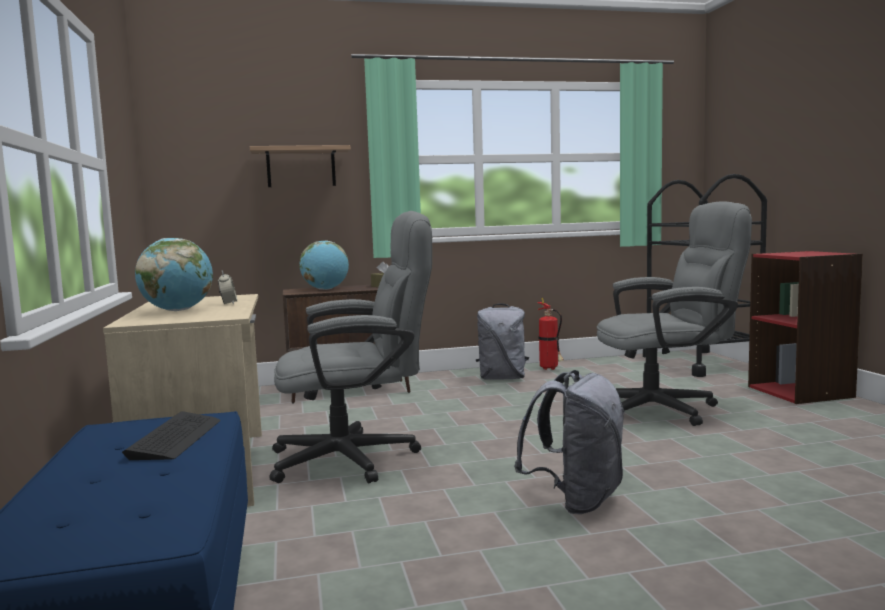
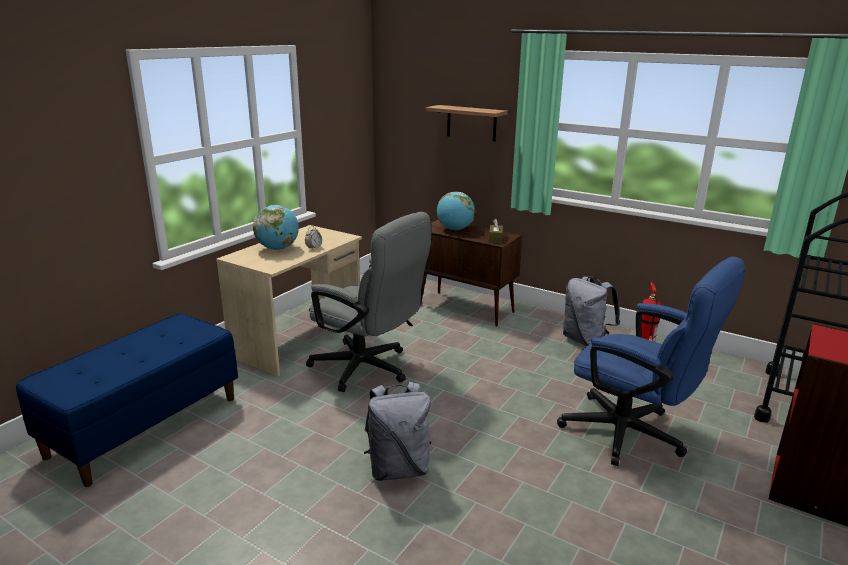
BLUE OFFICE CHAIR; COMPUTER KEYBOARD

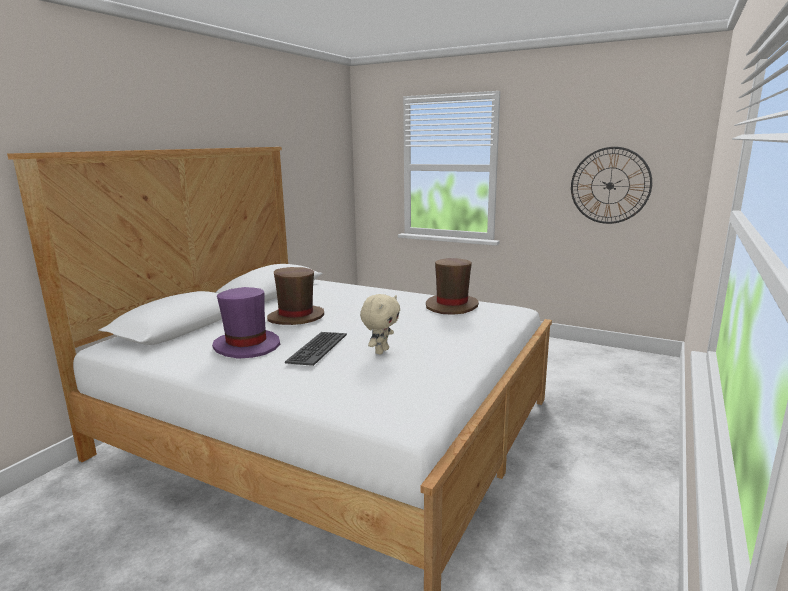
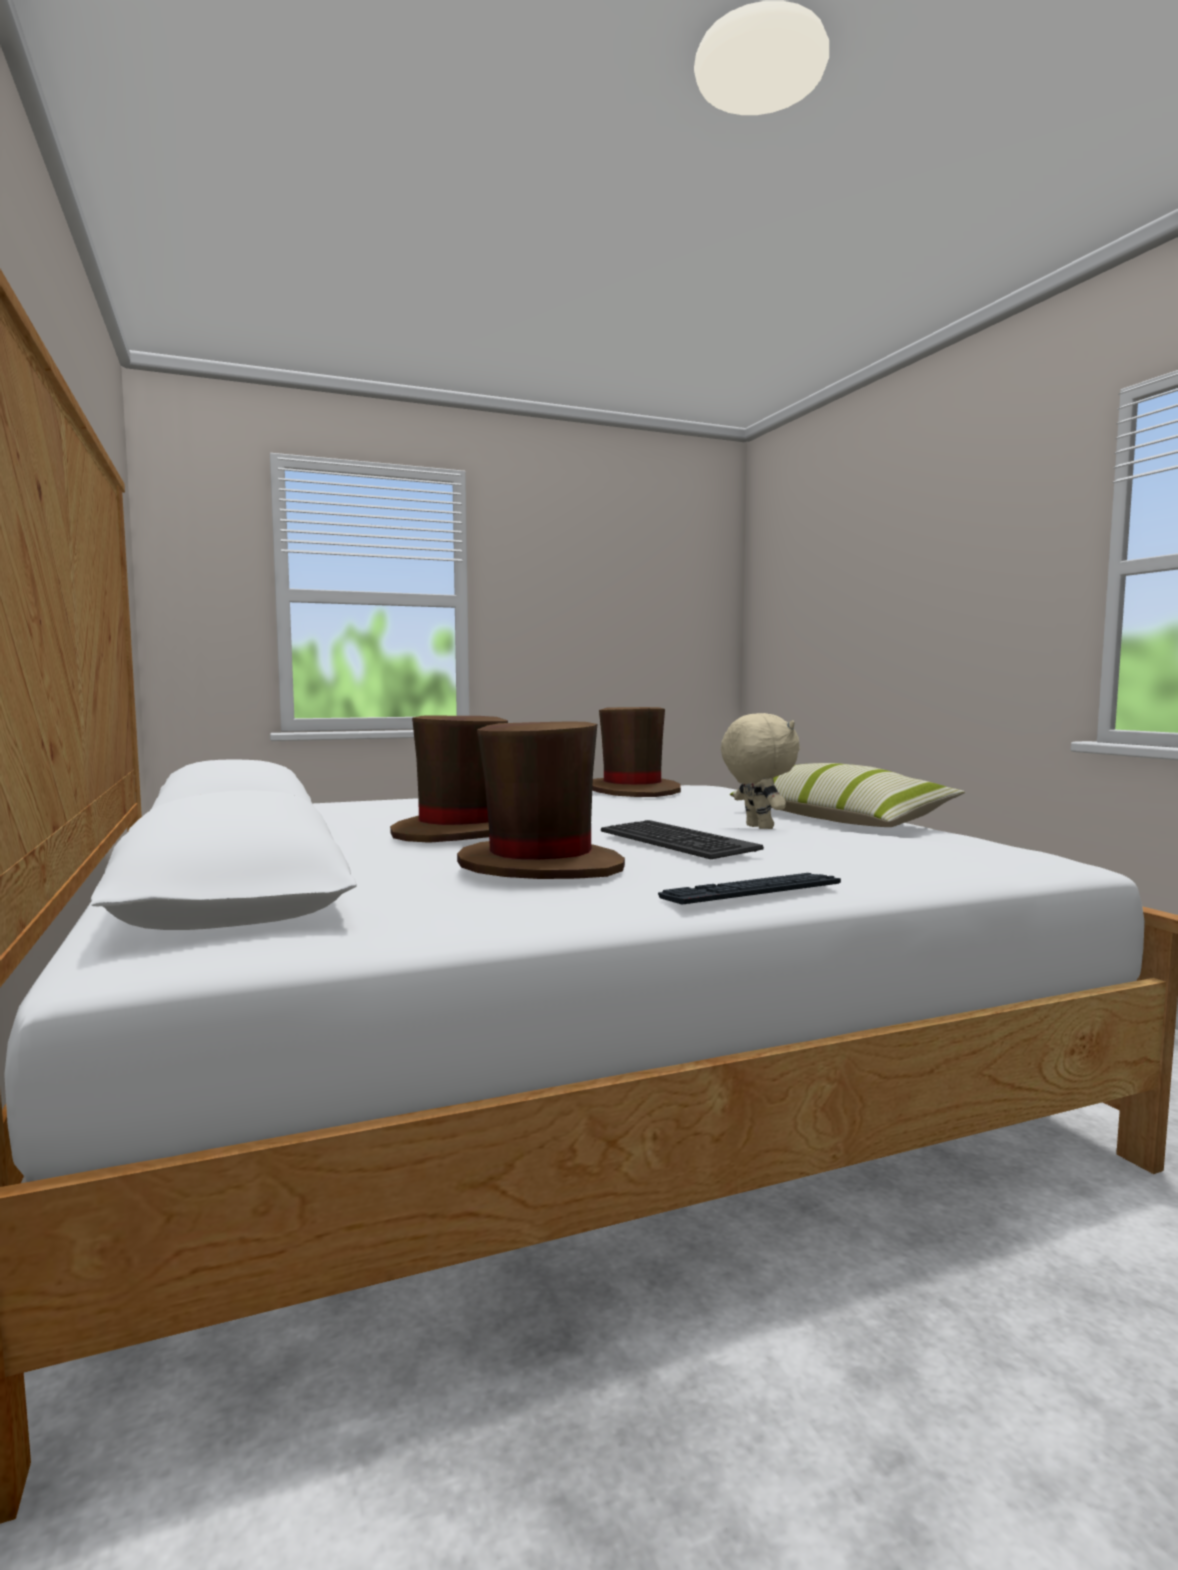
HANGING CLOCK; BROWN-COLOURED HAT (2nd from left); CUSHION; COMPUTER KEYBOARD (2nd from left)

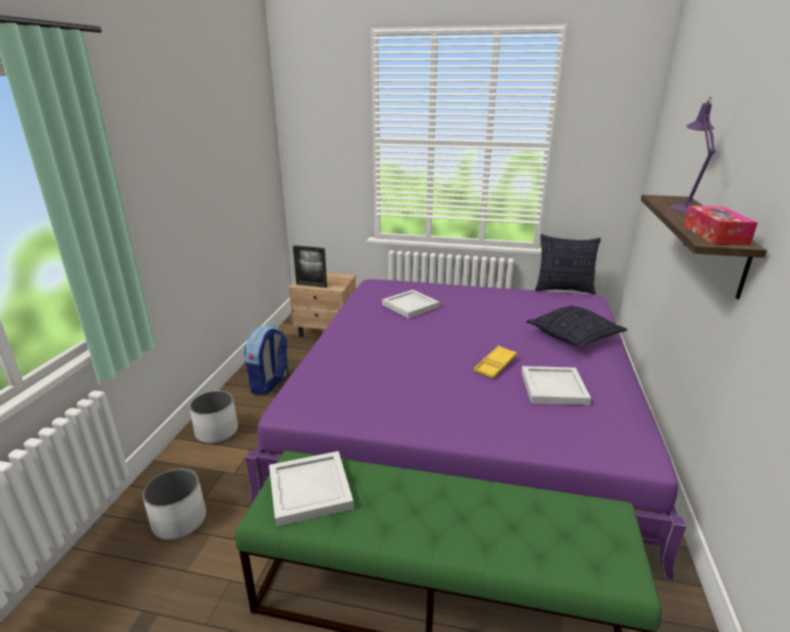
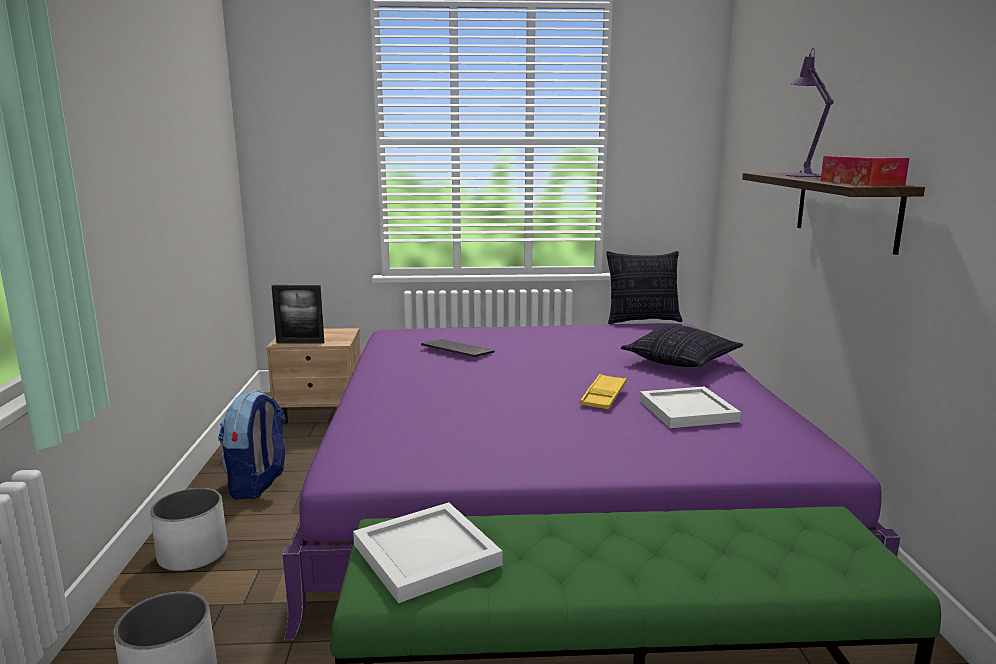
COMPUTER KEYBOARD

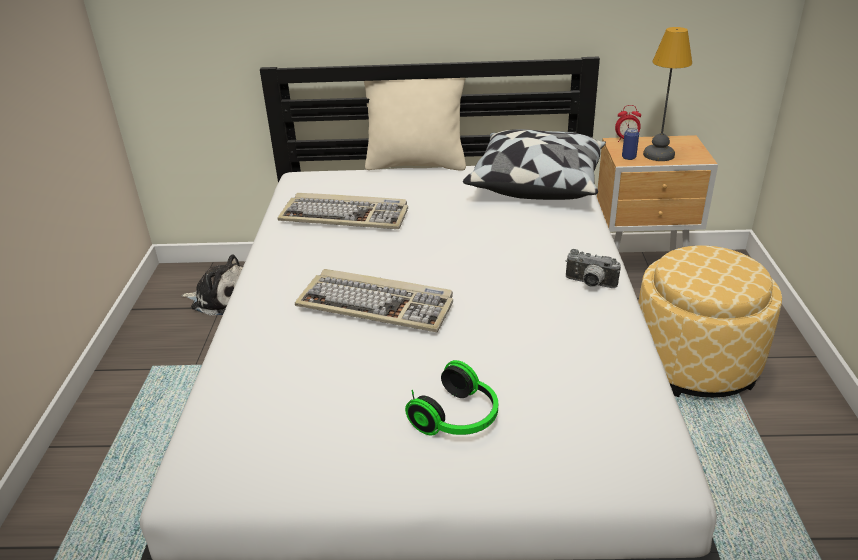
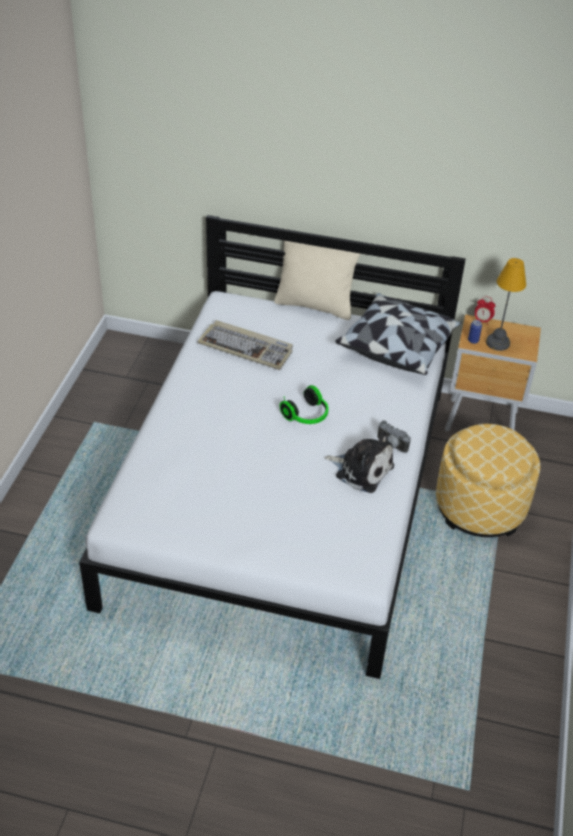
CUDDLY TOY; COMPUTER KEYBOARD (2nd from left in the first image); HEADPHONES

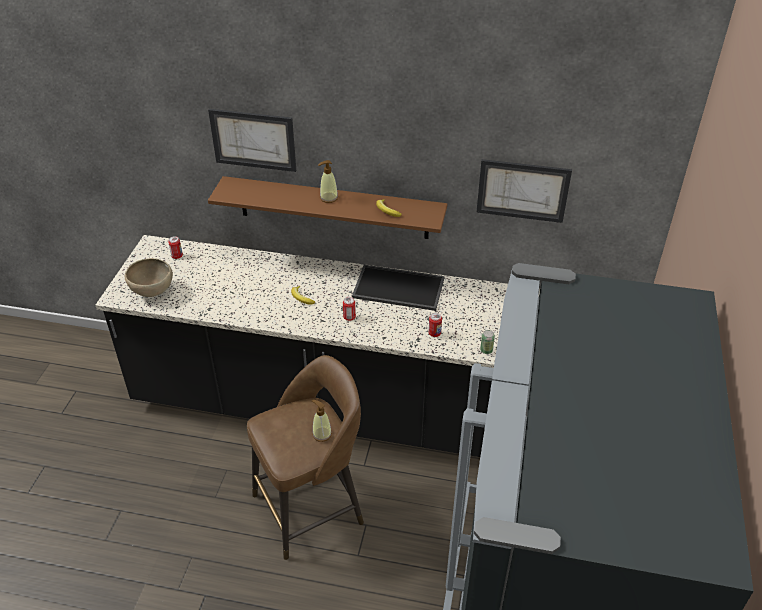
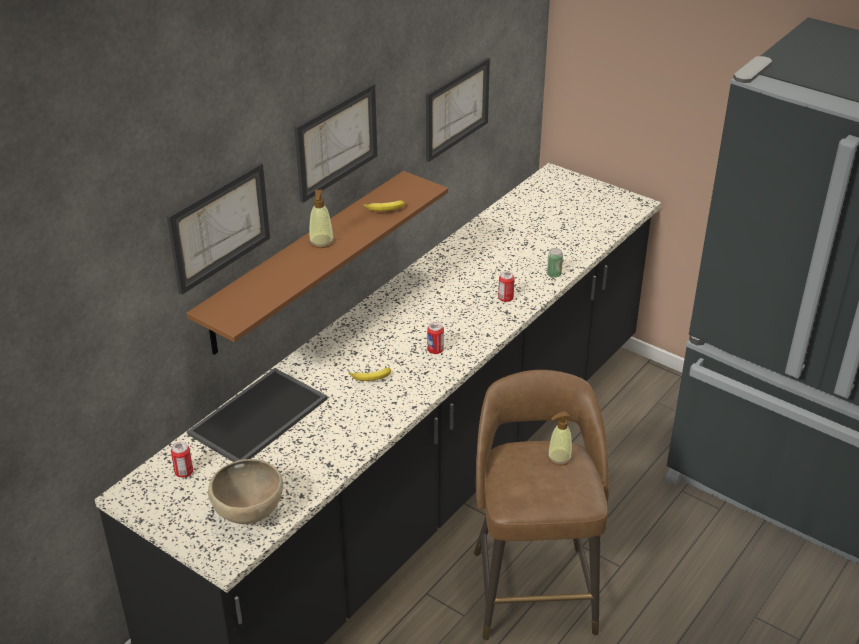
TRAY; WALL ART (2nd from left)

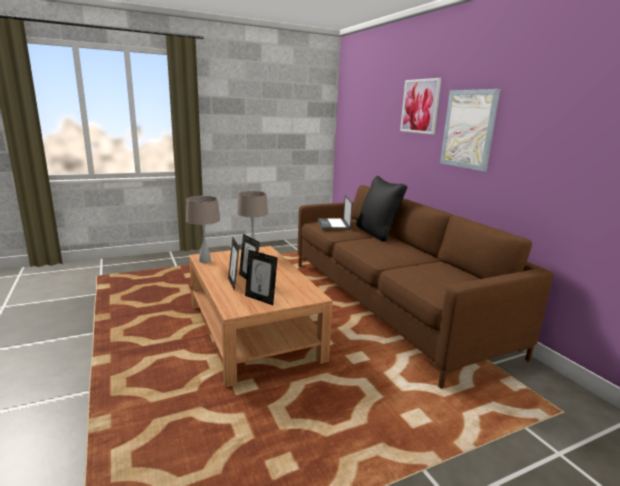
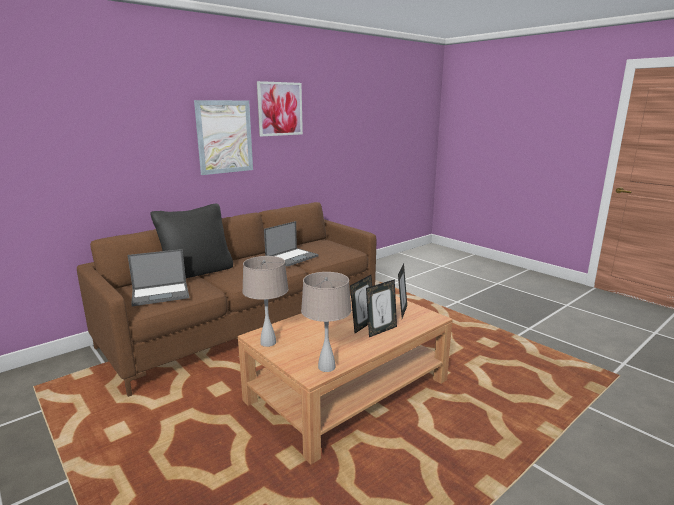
WALL ART (2nd from left); PORTABLE COMPUTER (2nd from left)

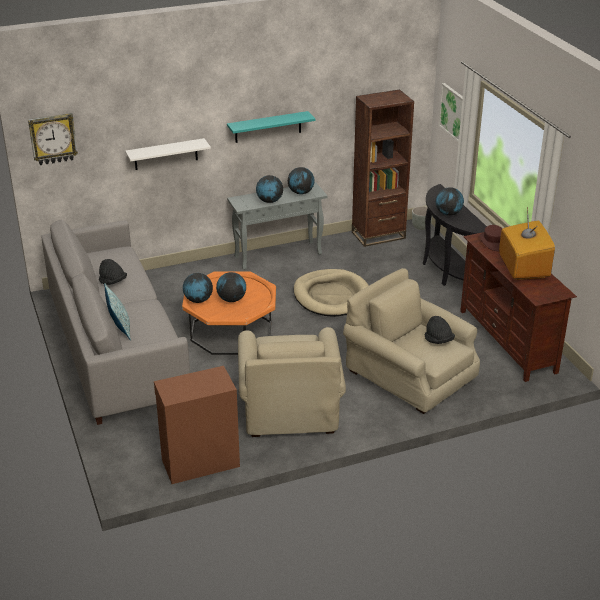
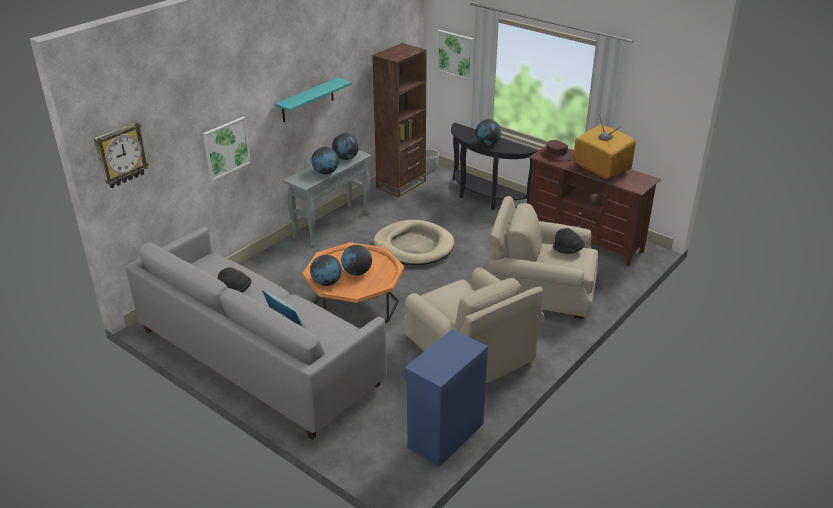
WALL ART (1st from left); BLUE CUPBOARD

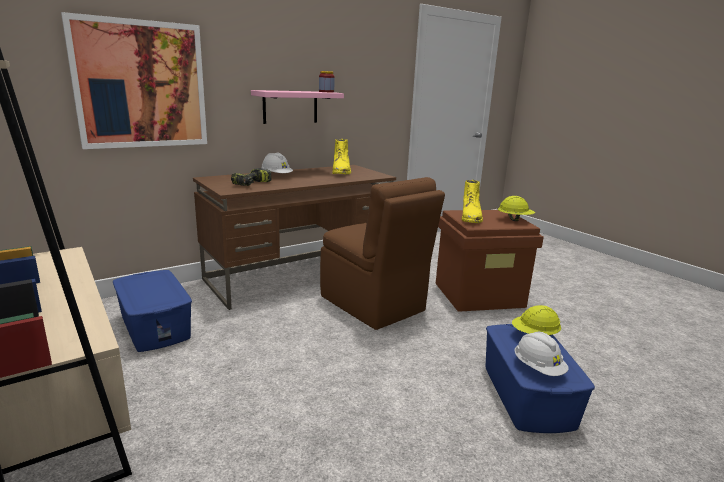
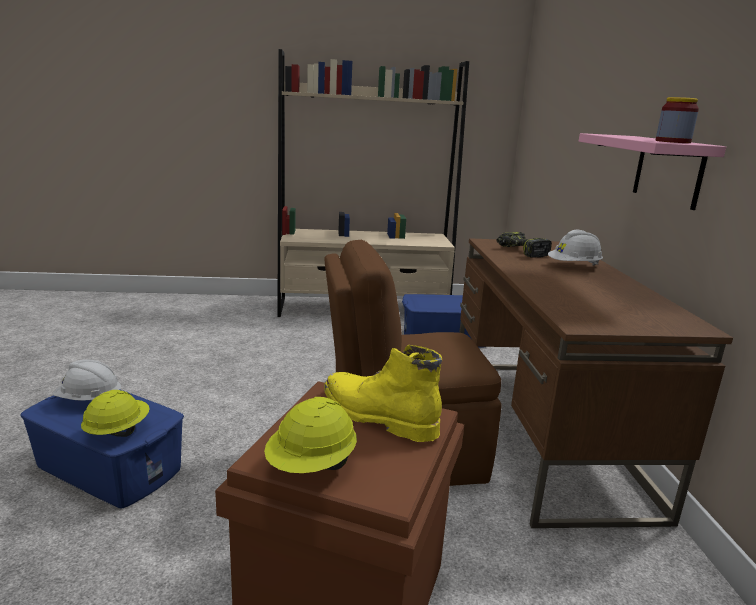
WALL ART; YELLOW-COLOURED BOOT (1st from left in the first image)

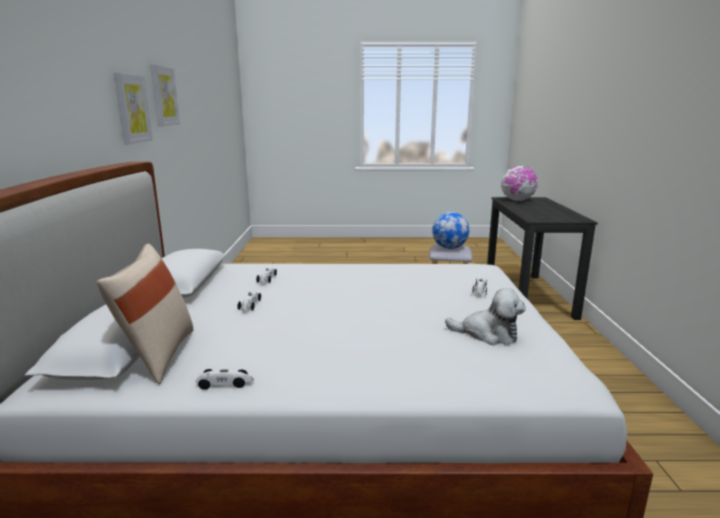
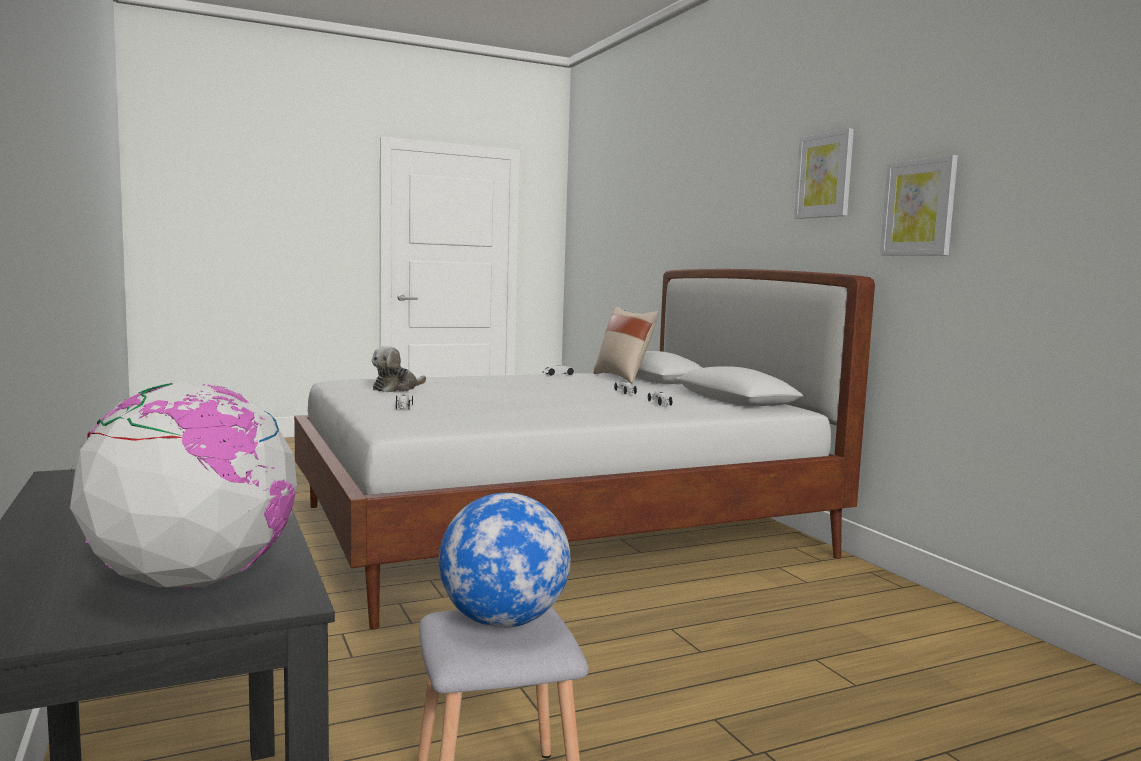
WALL ART (1st from left); CUDDLY TOY

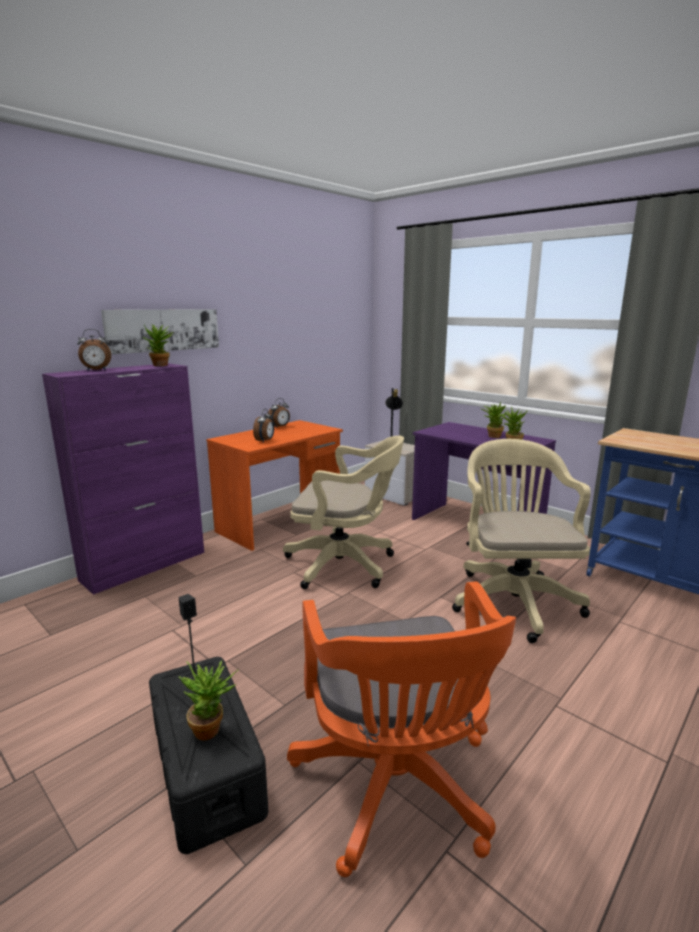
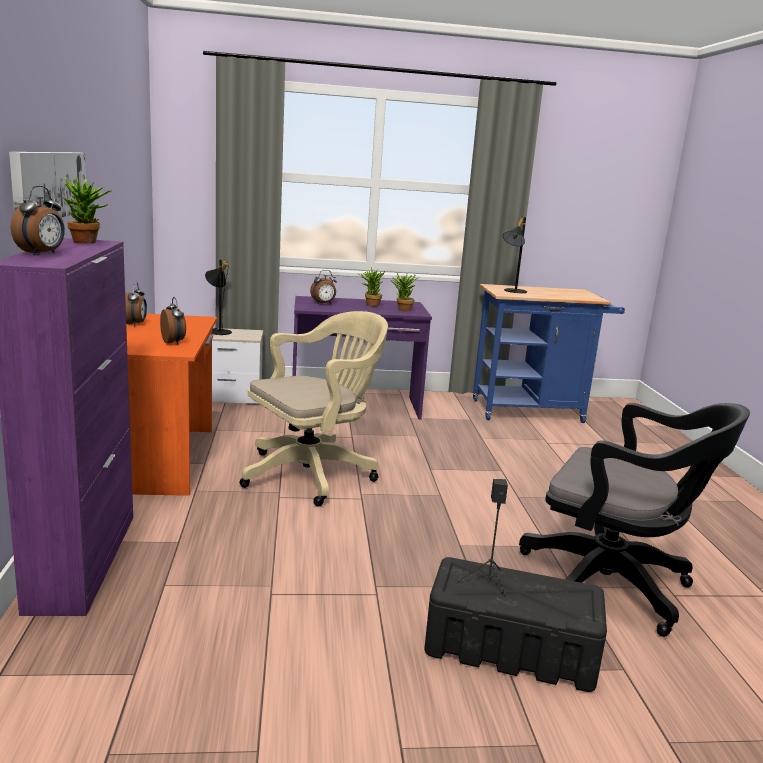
SAND-COLOURED OFFICE CHAIR (2nd from left in the first image); BLACK-COLOURED OFFICE CHAIR; HOUSEPLANT (2nd from left in the first image); BLACK-COLOURED LAMP FOR A TABLE (2nd from left); BEDSIDE CLOCK (4th from left)

